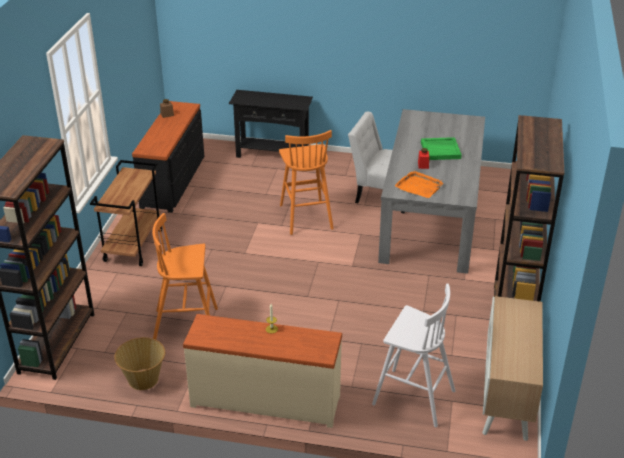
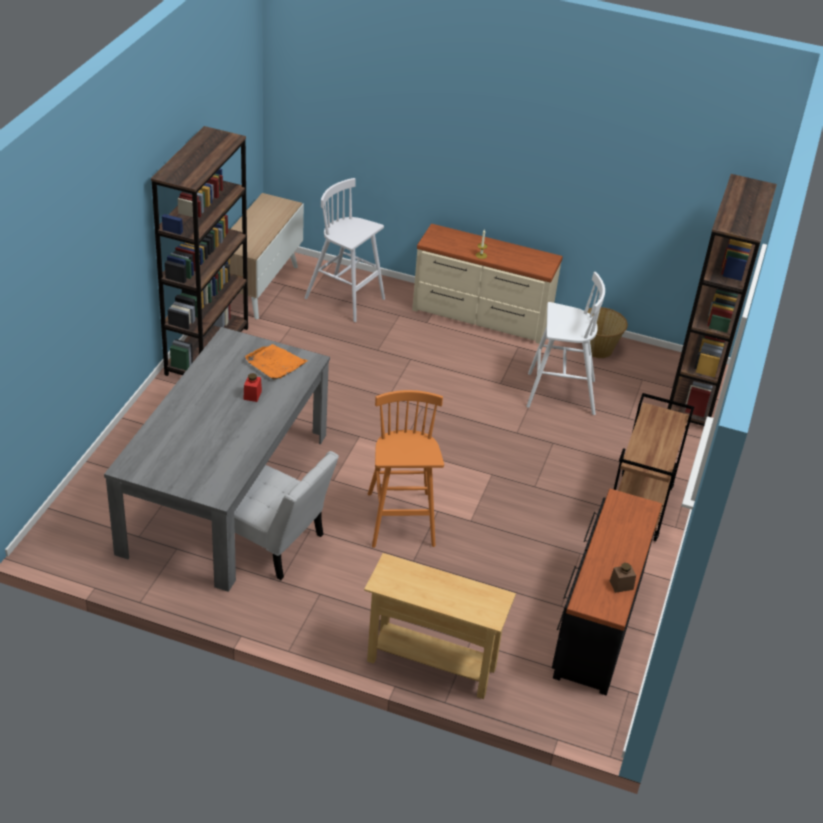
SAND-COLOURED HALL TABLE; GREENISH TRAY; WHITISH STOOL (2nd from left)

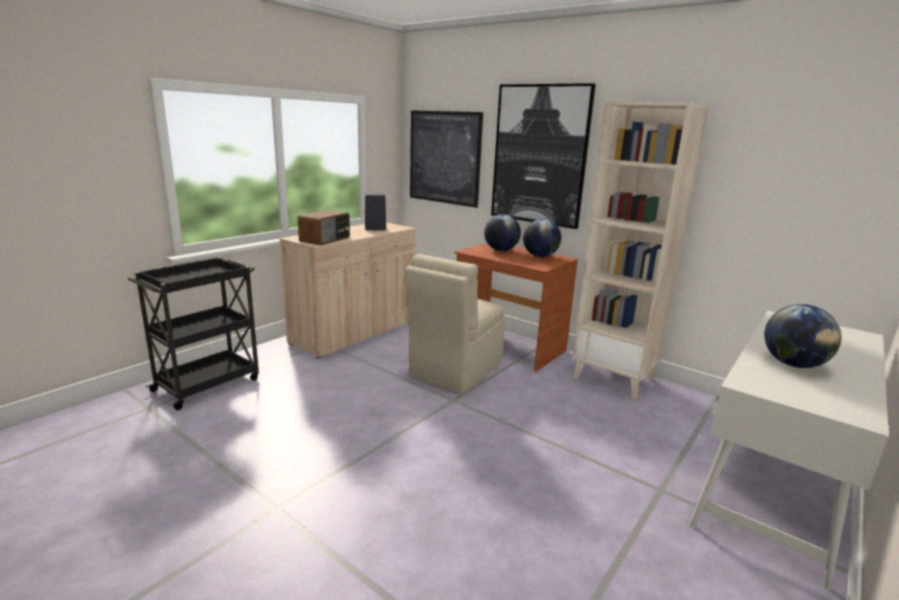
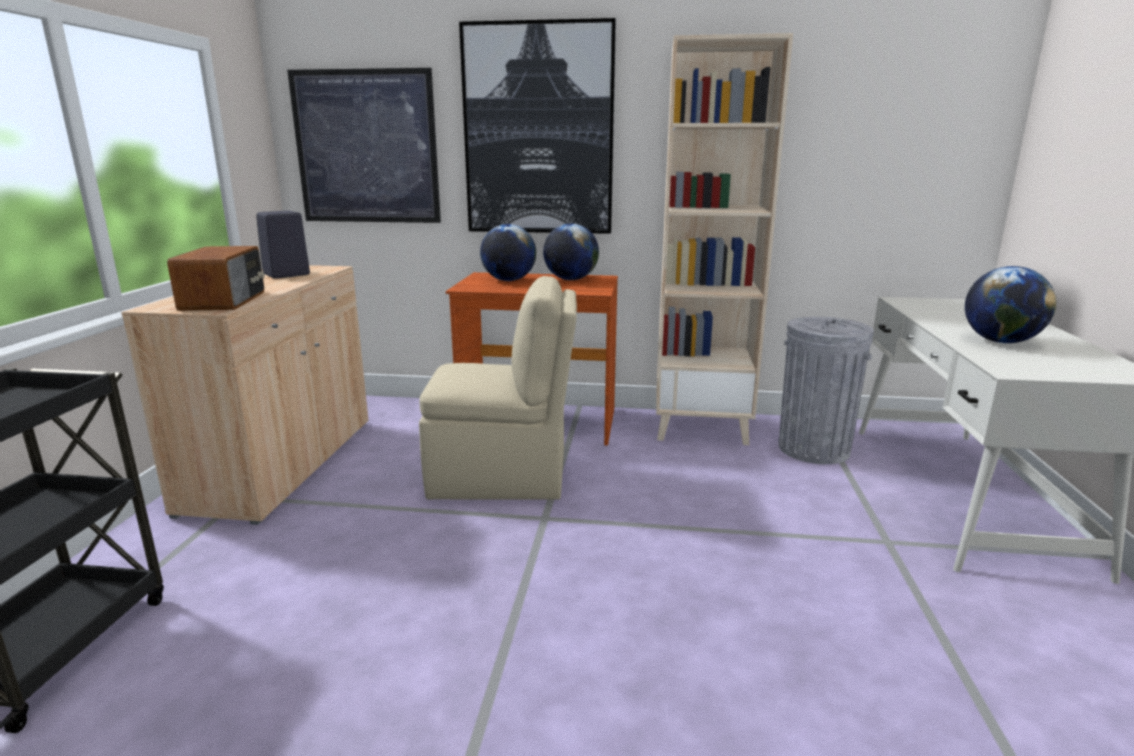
SAND-COLOURED PLAIN CHAIR; GRAY WASTE BIN

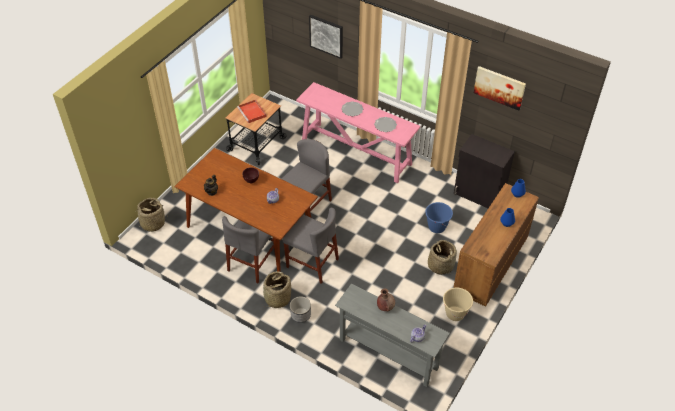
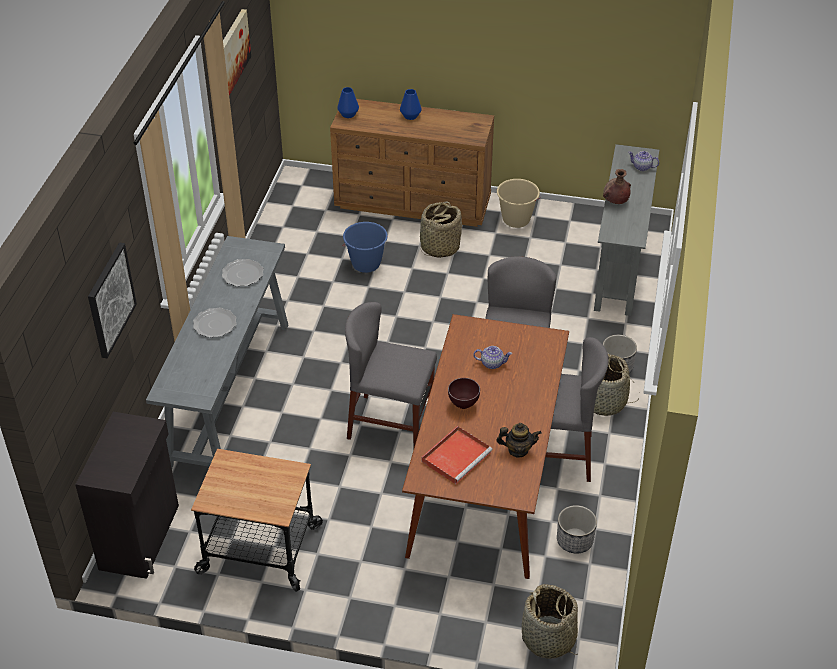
GRAY HALL TABLE (1st from left); REDDISH TRAY; BLACK-COLOURED CUPBOARD; PLANT POT (1st from left)

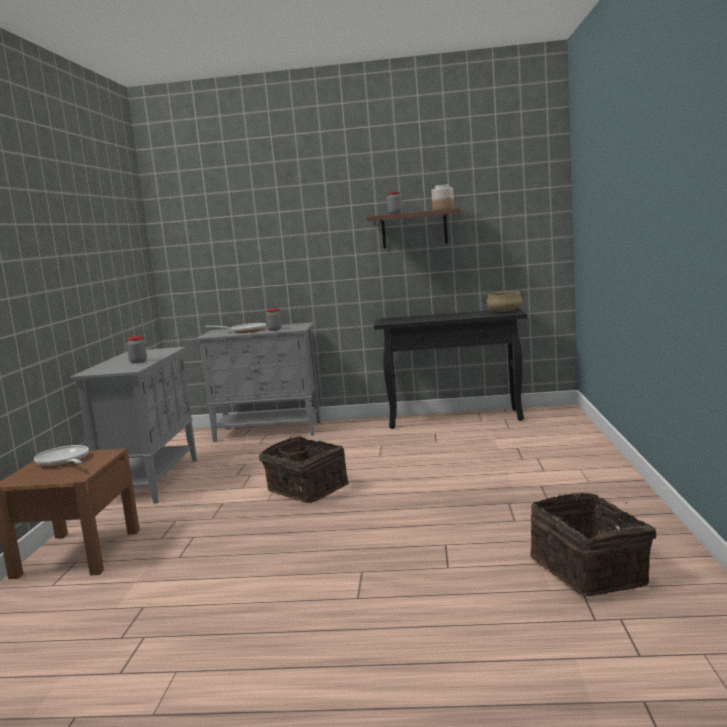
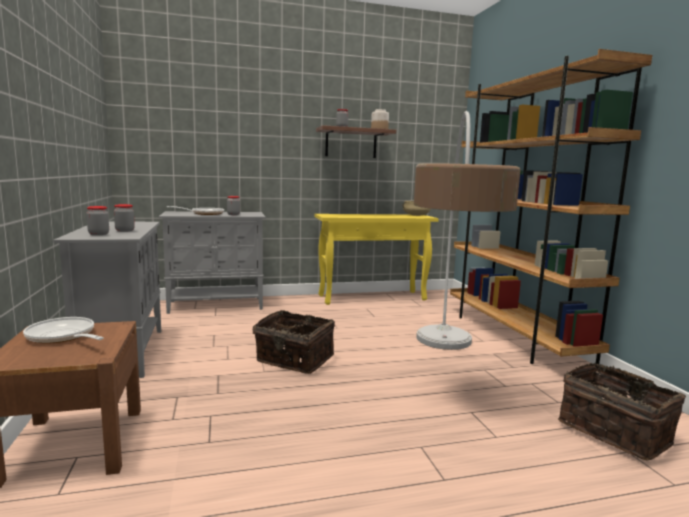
YELLOW-COLOURED HALL TABLE; BROWN-COLOURED SHELVING UNIT; FLOOR LAMP; JAR (1st from left)

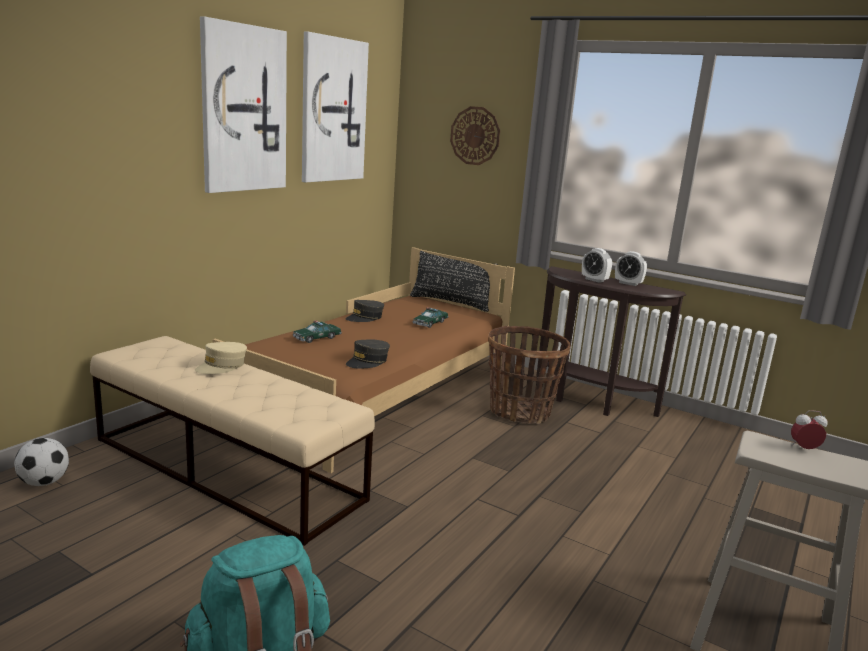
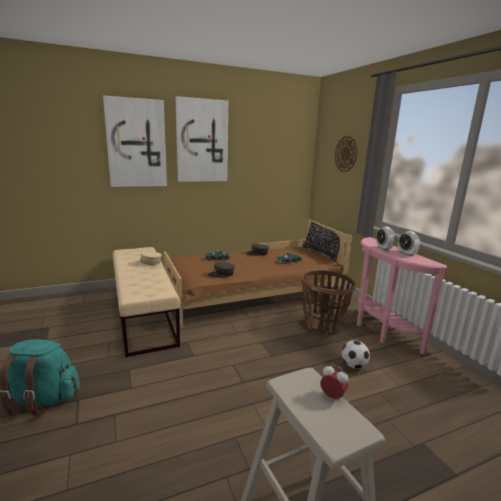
WALL ART (1st from left); PINKISH HALL TABLE; FOOTBALL BALL

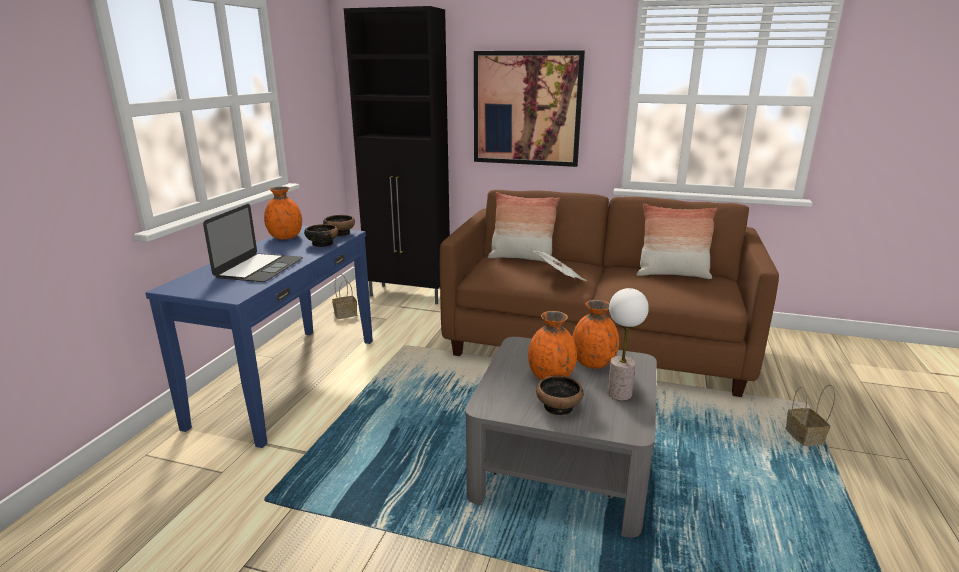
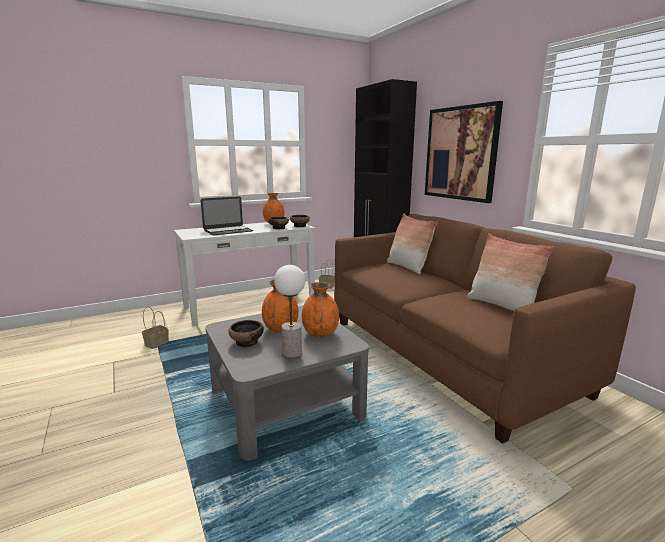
WHITISH HALL TABLE; DAILY PAPER; STORAGE BASKET (1st from left)

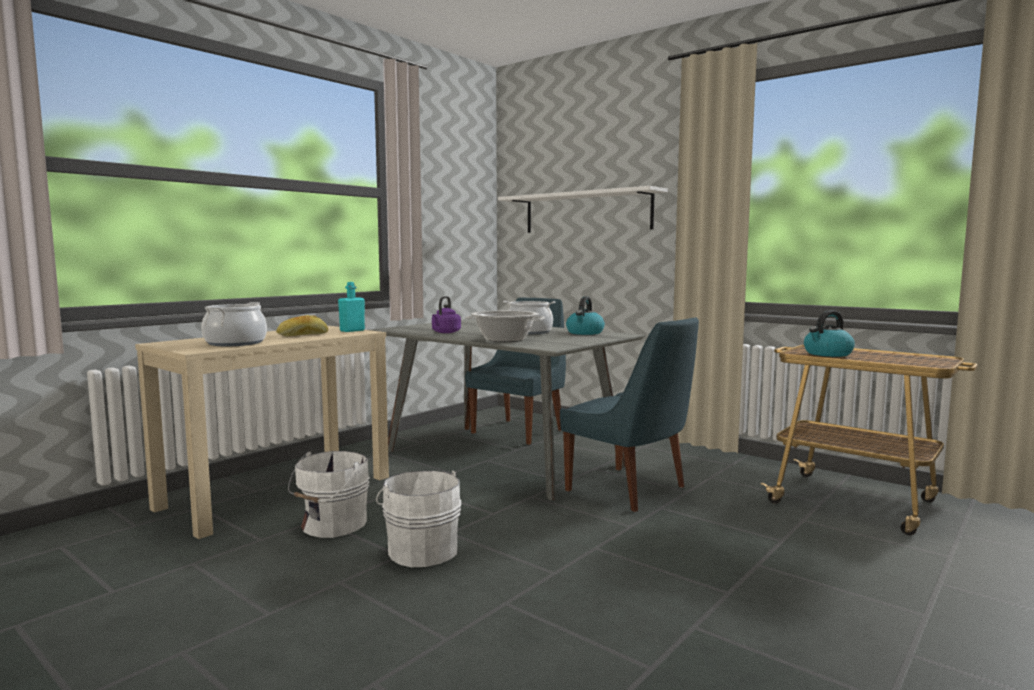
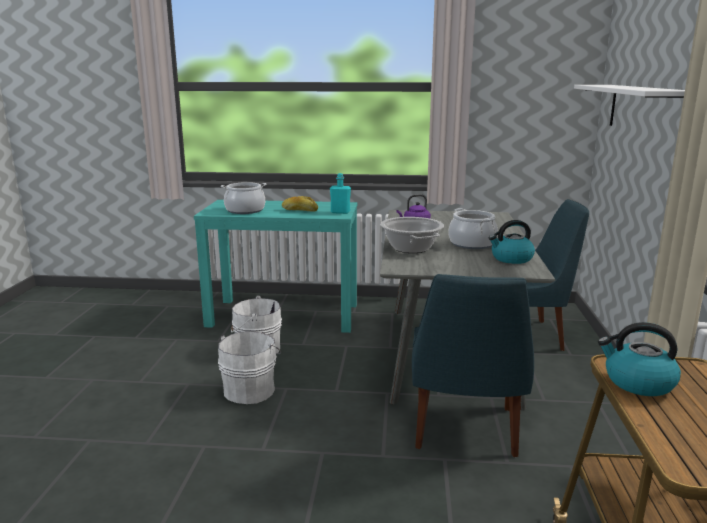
TURQUOISE-COLOURED HALL TABLE

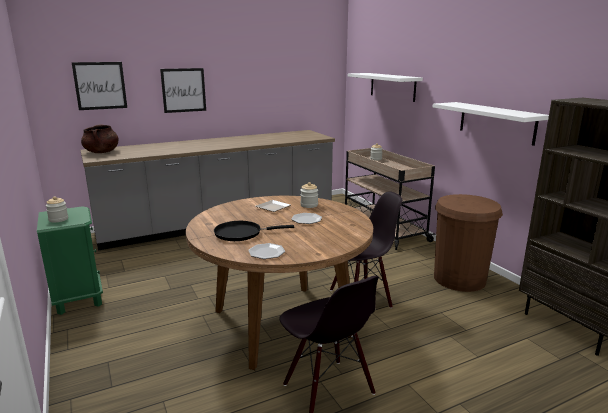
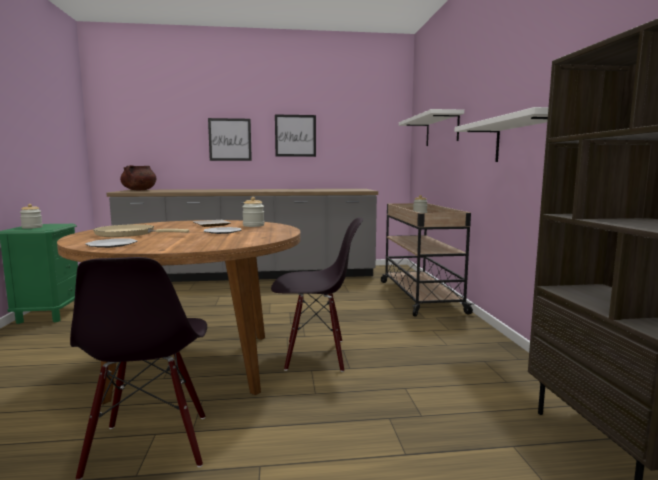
WALL ART (2nd from left); BROWN-COLOURED WASTE BIN; SAND-COLOURED FRYING PAN

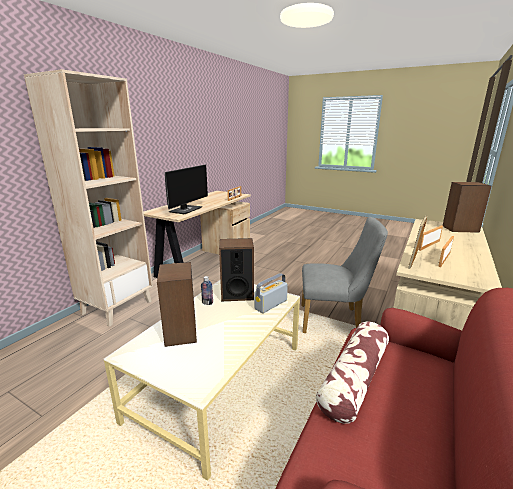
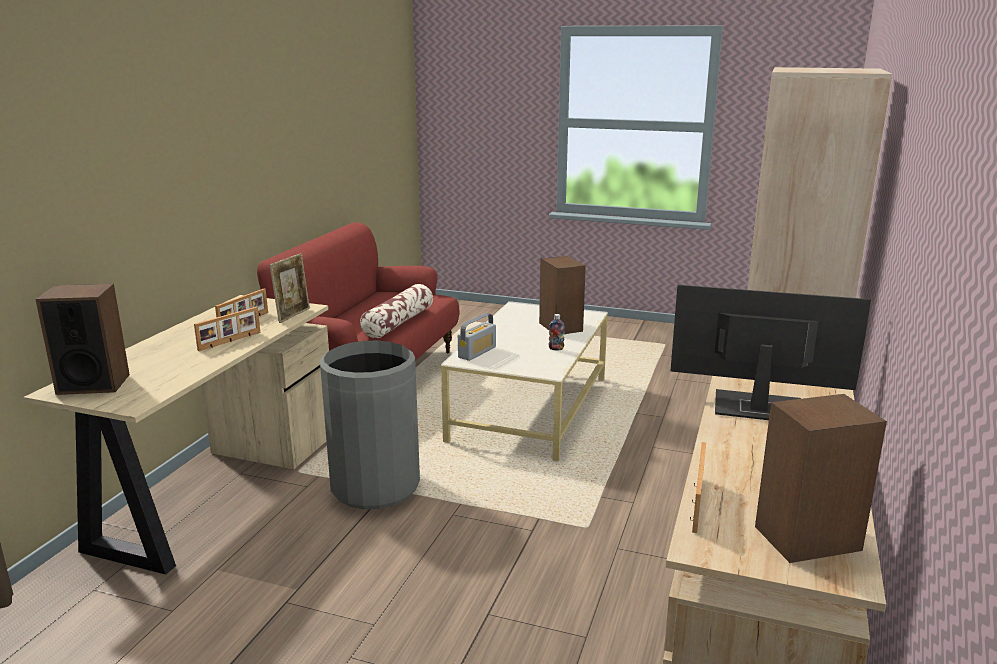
COMPUTER DISPLAY; GRAY WASTE BIN; SPEAKER (3rd from left)

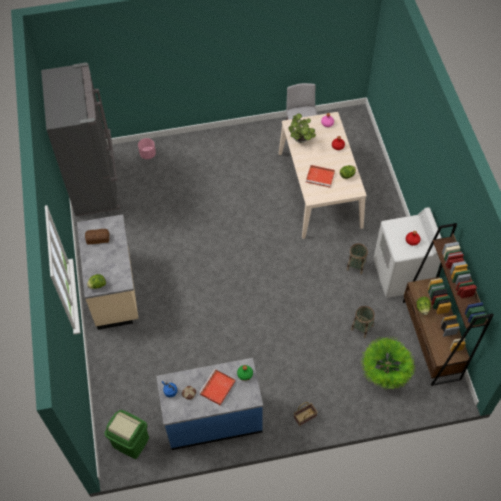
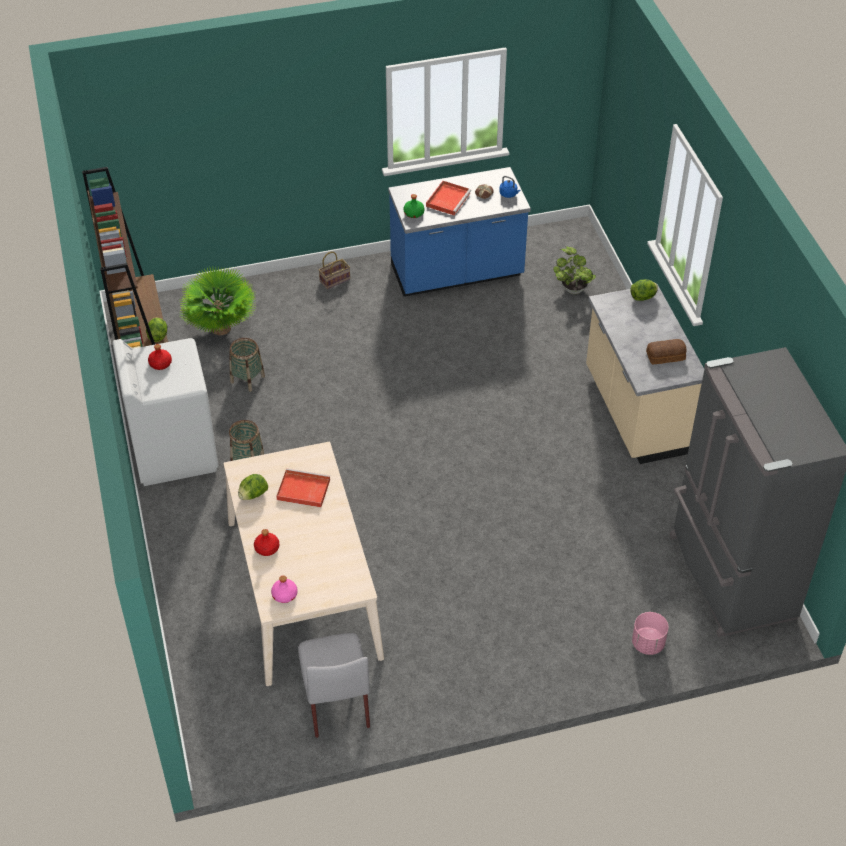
HOUSEPLANT (2nd from left); GREENISH WASTE BIN

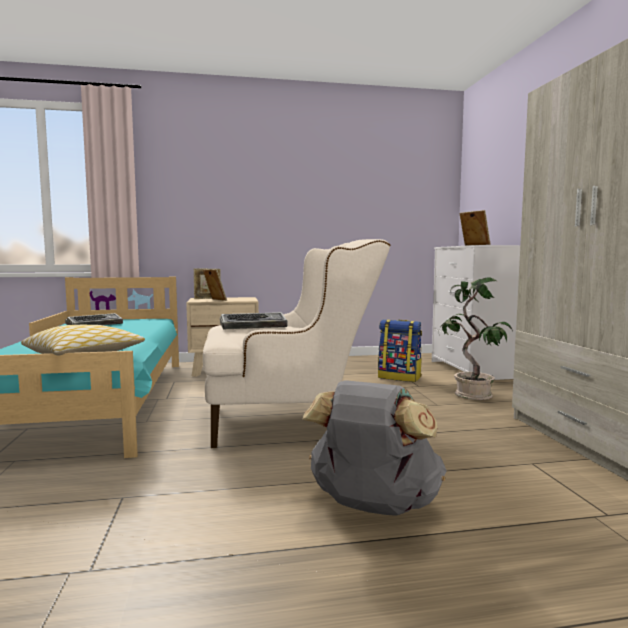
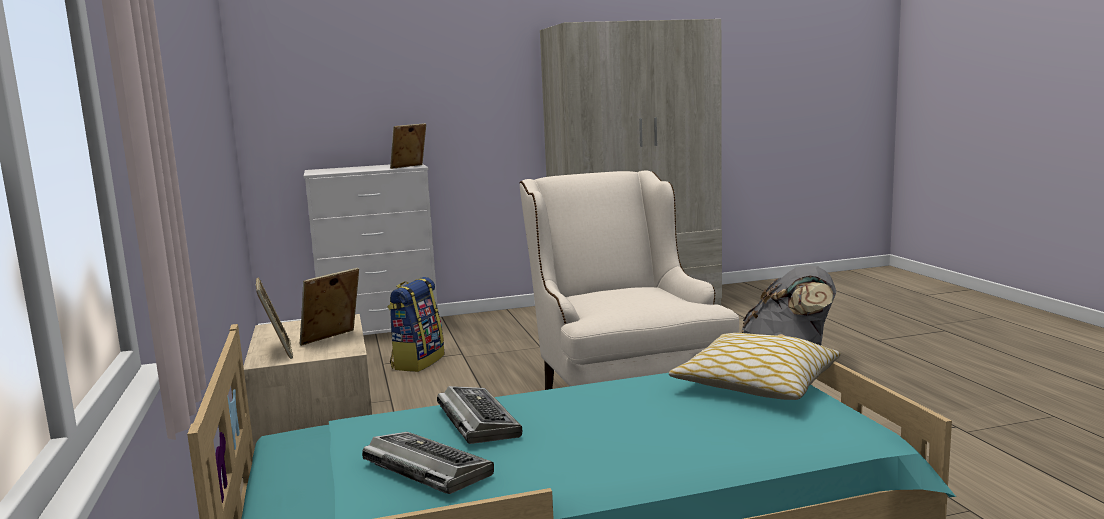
HOUSEPLANT; COMPUTER KEYBOARD (2nd from left)

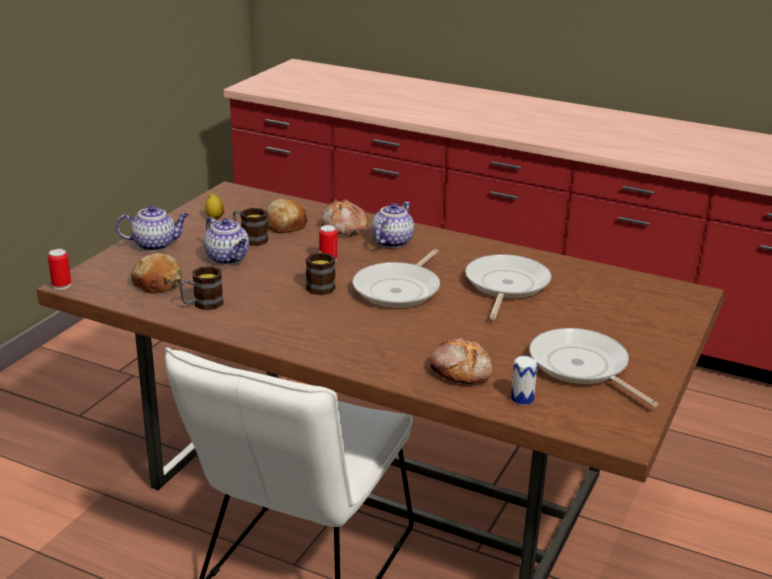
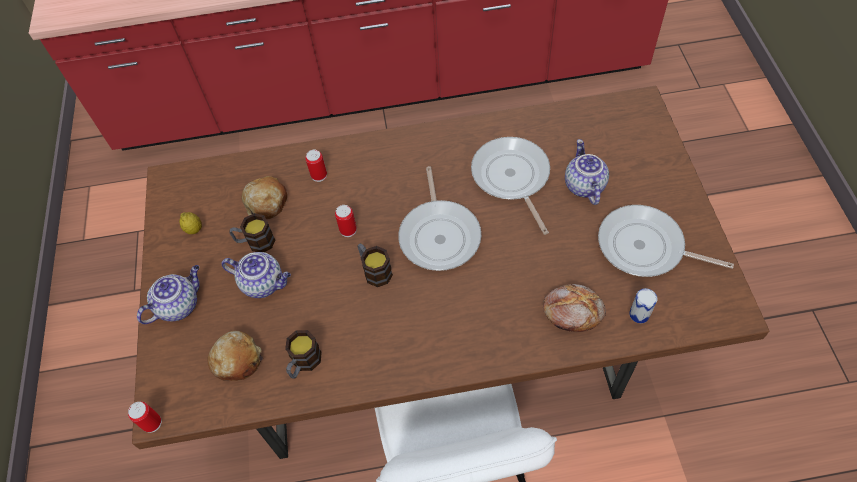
SEALED CAN (2nd from left); POT FOR TEA (3rd from left)

